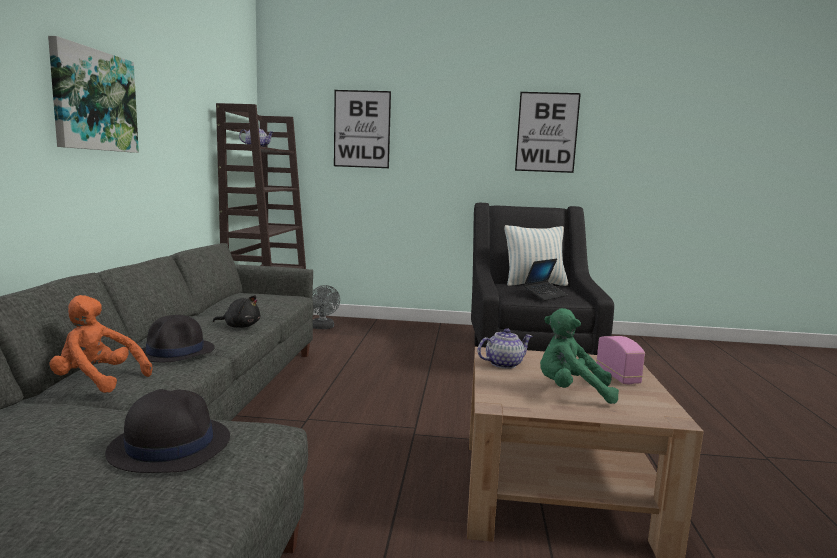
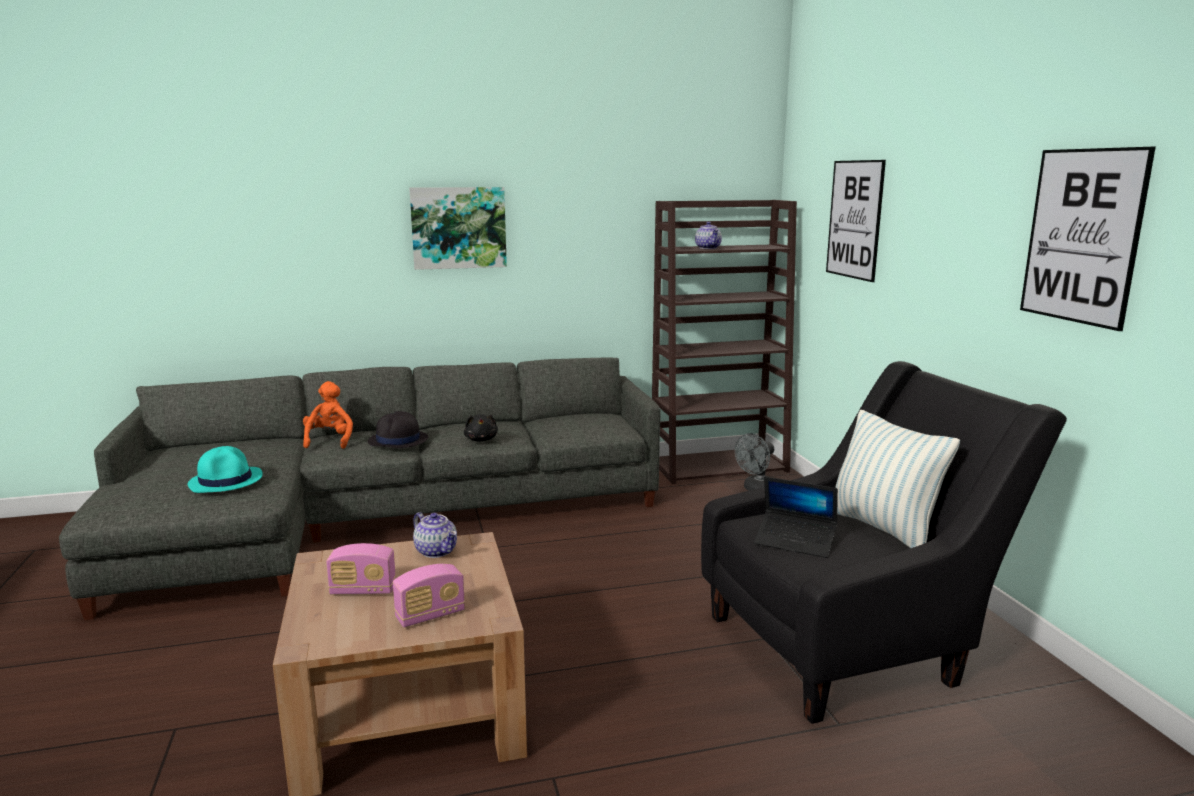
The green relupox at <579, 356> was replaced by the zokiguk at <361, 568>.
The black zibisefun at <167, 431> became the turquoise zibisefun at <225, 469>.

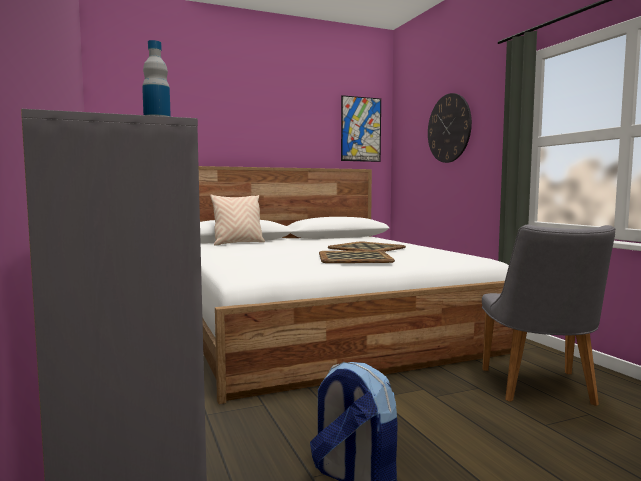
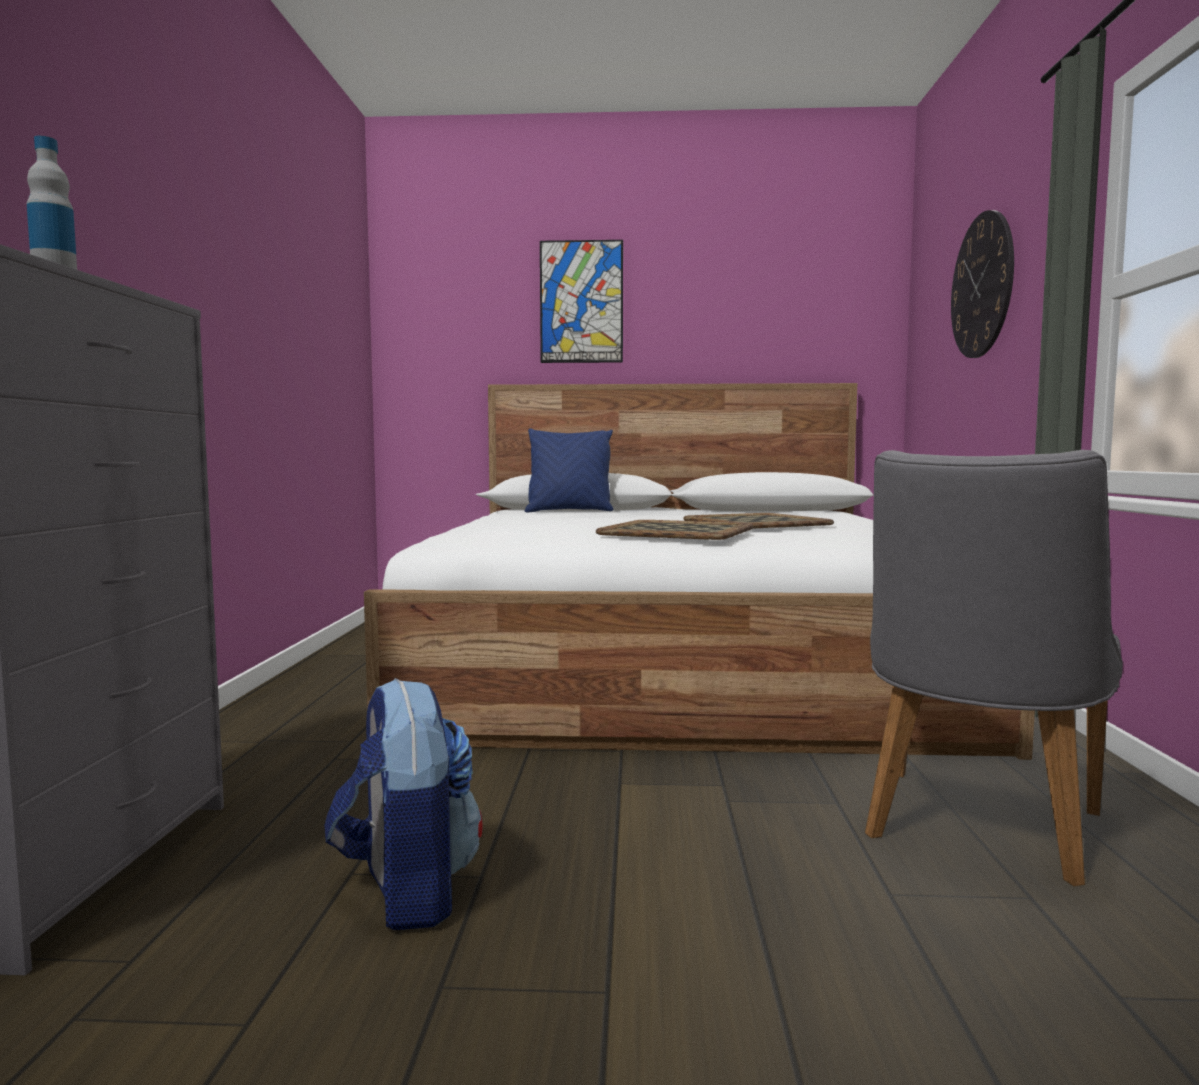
The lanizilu moved from <361, 128> to <581, 301>.
The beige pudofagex at <237, 220> became the blue pudofagex at <569, 470>.

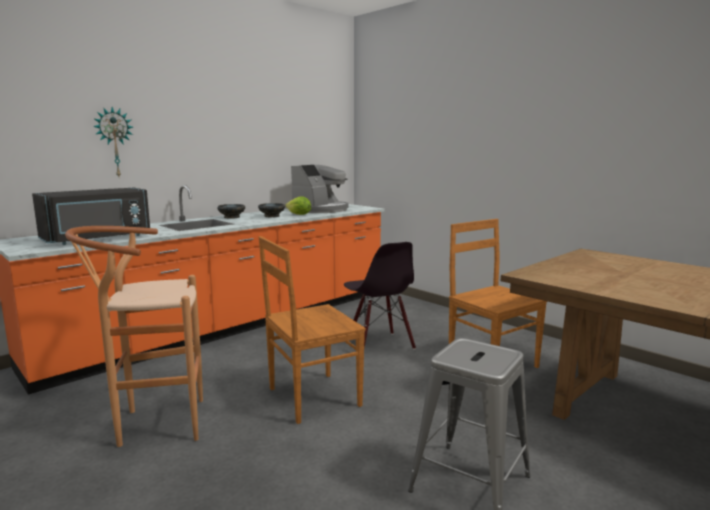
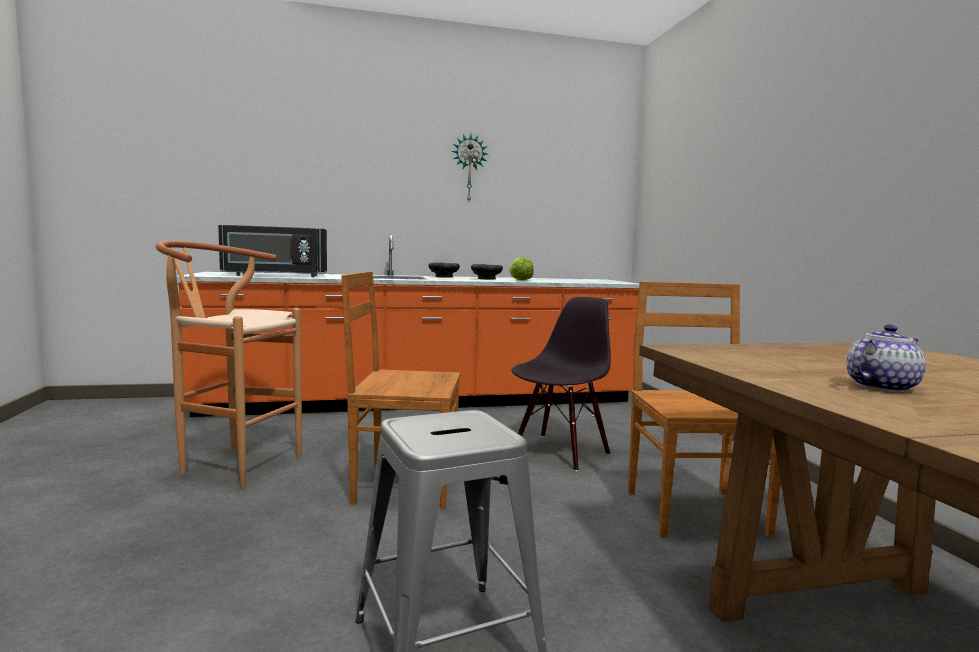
The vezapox moved from <113, 141> to <470, 167>.
The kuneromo at <320, 188> disappeared.
The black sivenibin at <380, 296> turned 150 degrees counterclockwise.
The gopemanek at <886, 358> appeared.

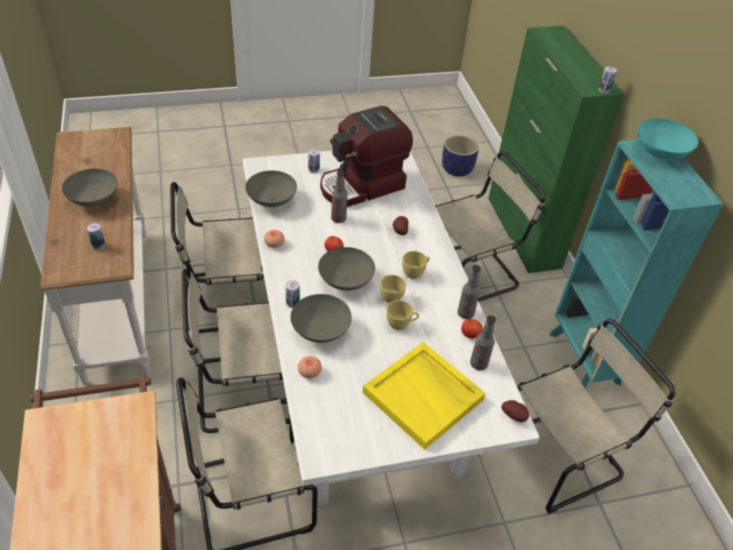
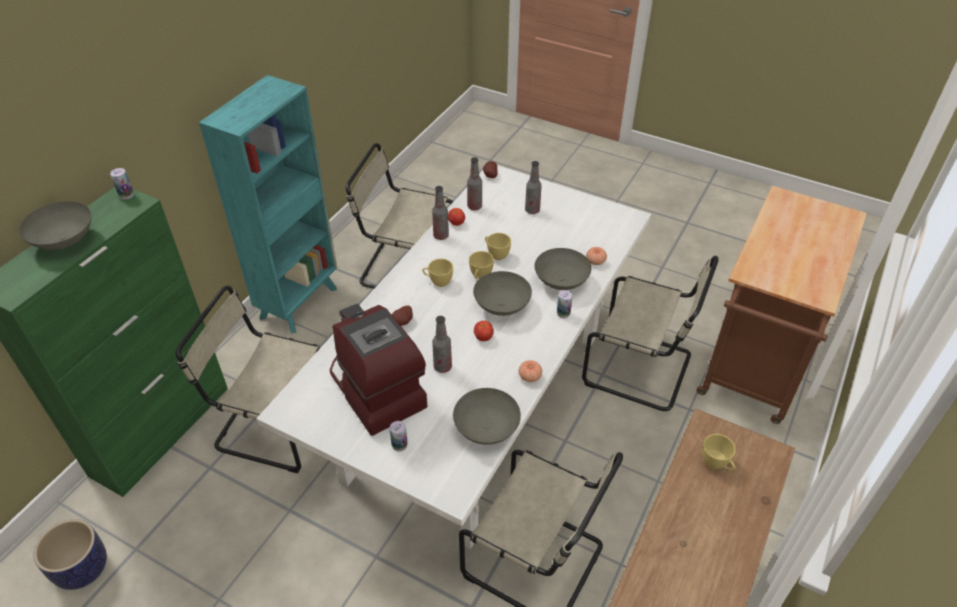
The kuneromo at <366, 156> turned 135 degrees counterclockwise.
The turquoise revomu at <668, 138> disappeared.
The grey revomu moved from <90, 188> to <55, 225>.
The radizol at <96, 237> was replaced by the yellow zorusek at <719, 452>.
The beige sivenibin at <235, 350> disappeared.
The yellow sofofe at <424, 396> was replaced by the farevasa at <533, 187>.

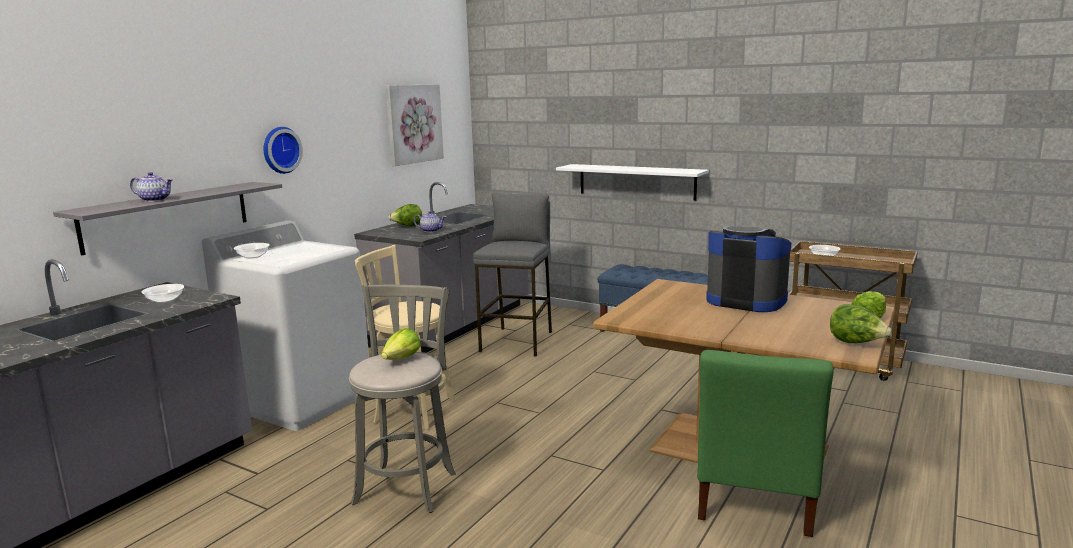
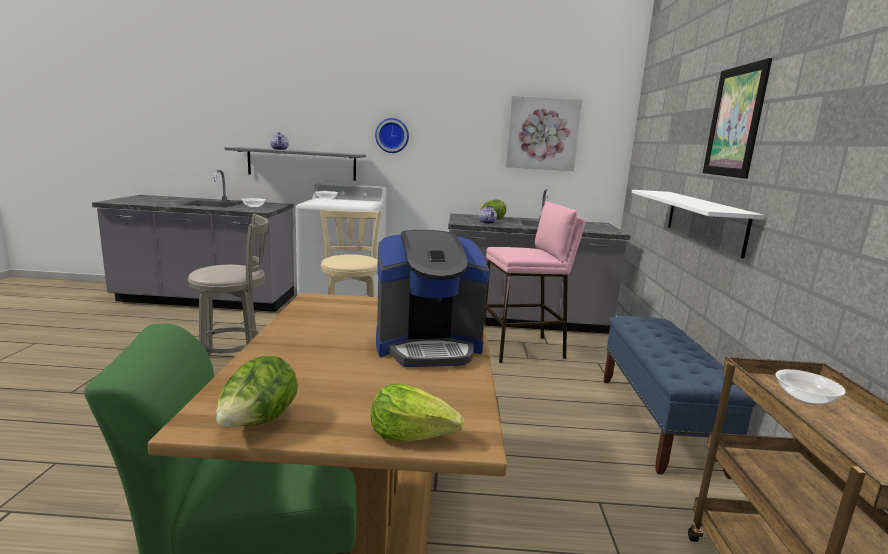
The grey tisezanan at <512, 275> became the pink tisezanan at <535, 282>.
The kuneromo at <748, 269> turned 75 degrees clockwise.
The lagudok at <401, 344> disappeared.
The lanizilu at <737, 118> appeared.

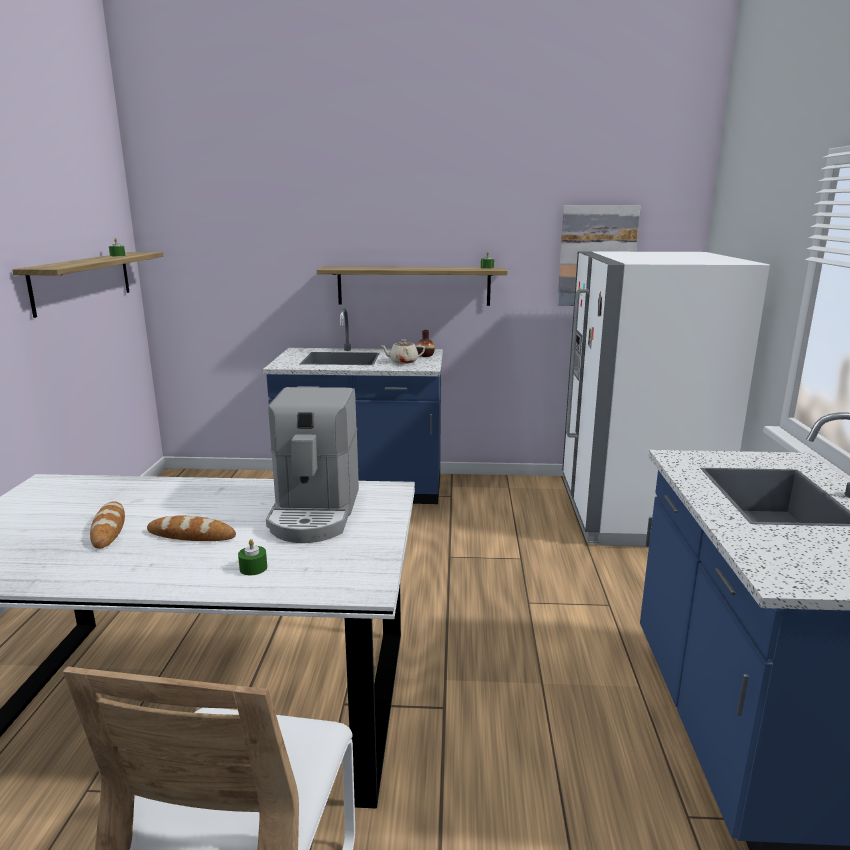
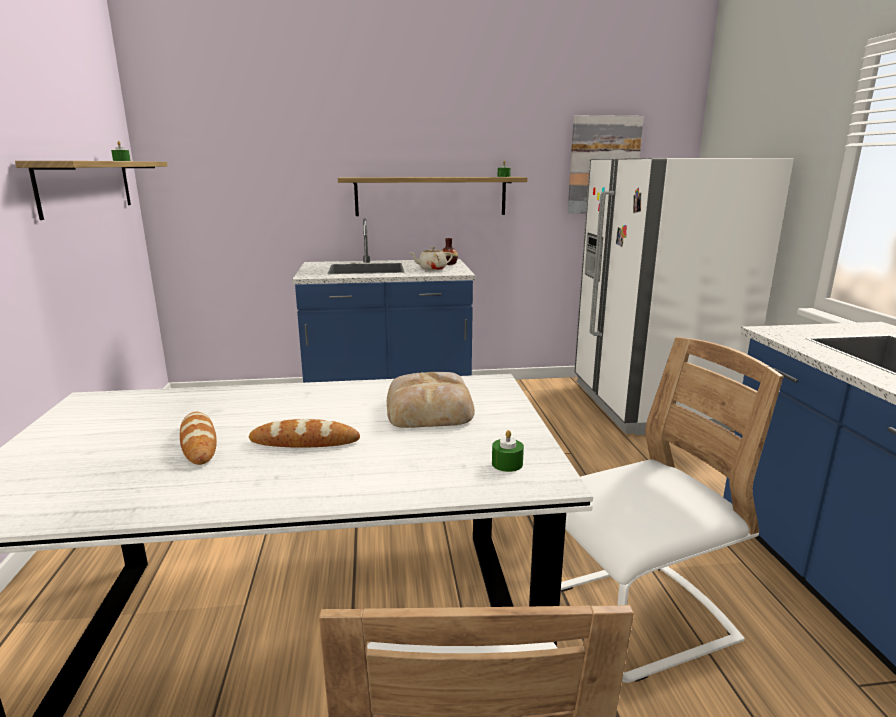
The kuneromo at <312, 465> was replaced by the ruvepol at <431, 400>.
The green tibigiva moved from <252, 557> to <508, 451>.
The white sivenibin at <672, 510> appeared.

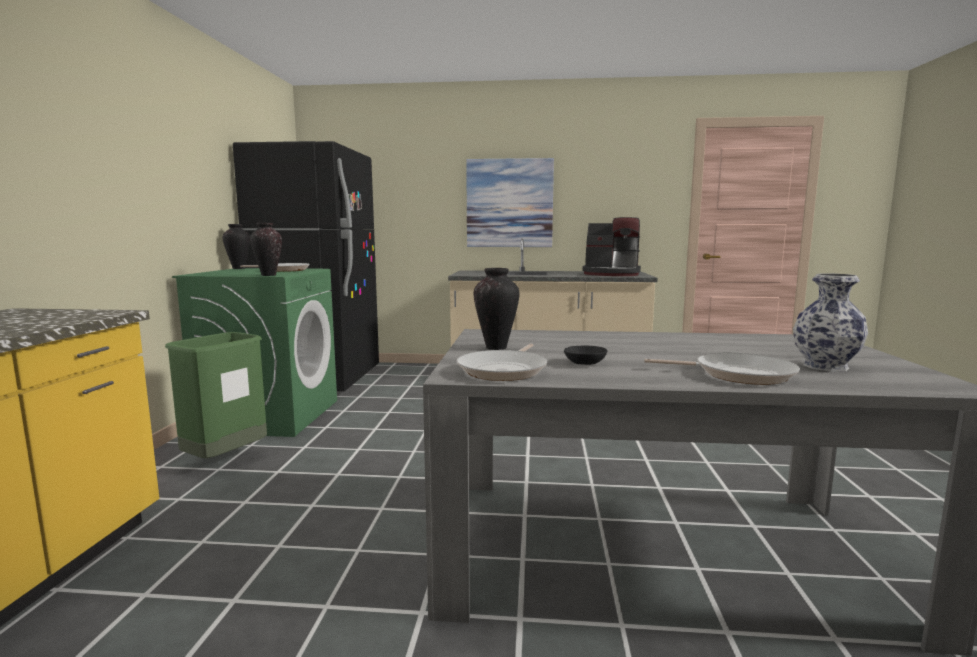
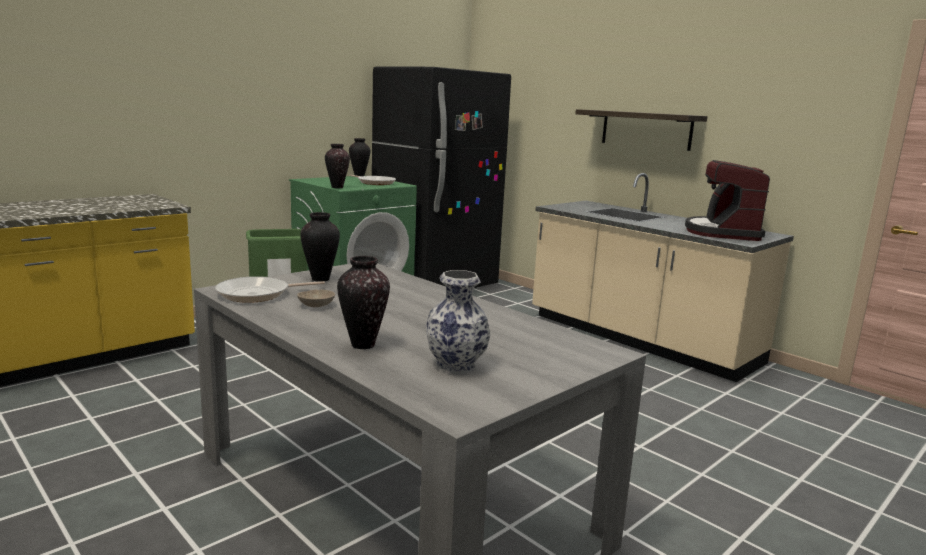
The lanizilu at <510, 202> was replaced by the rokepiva at <641, 130>.
The kuneromo at <611, 246> turned 45 degrees clockwise.
The black revomu at <586, 355> became the beige revomu at <316, 298>.
The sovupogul at <722, 368> was replaced by the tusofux at <363, 302>.

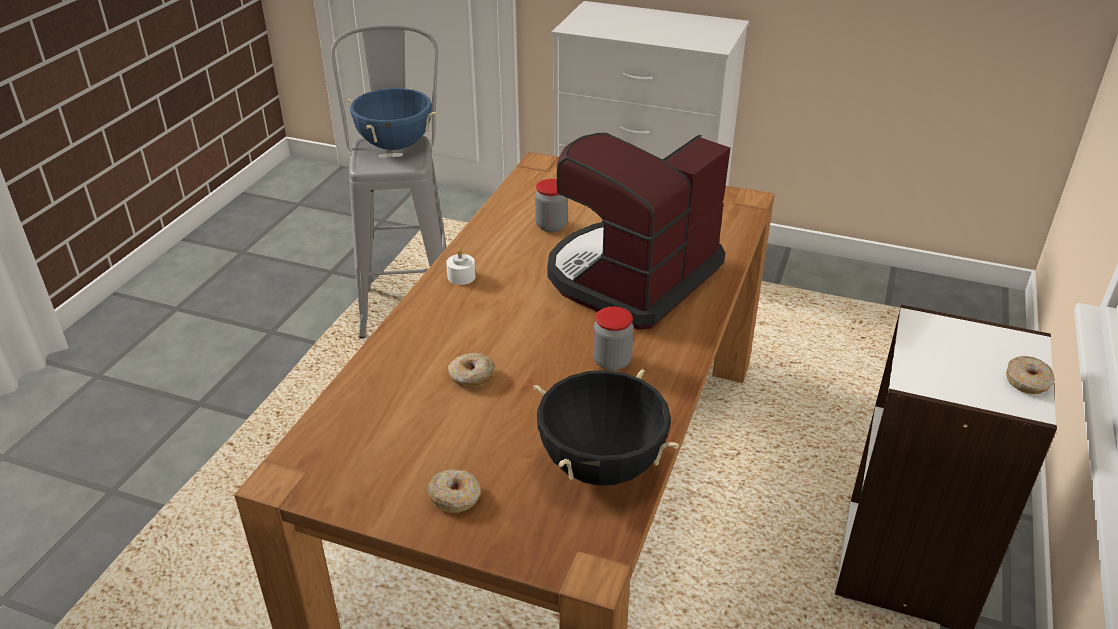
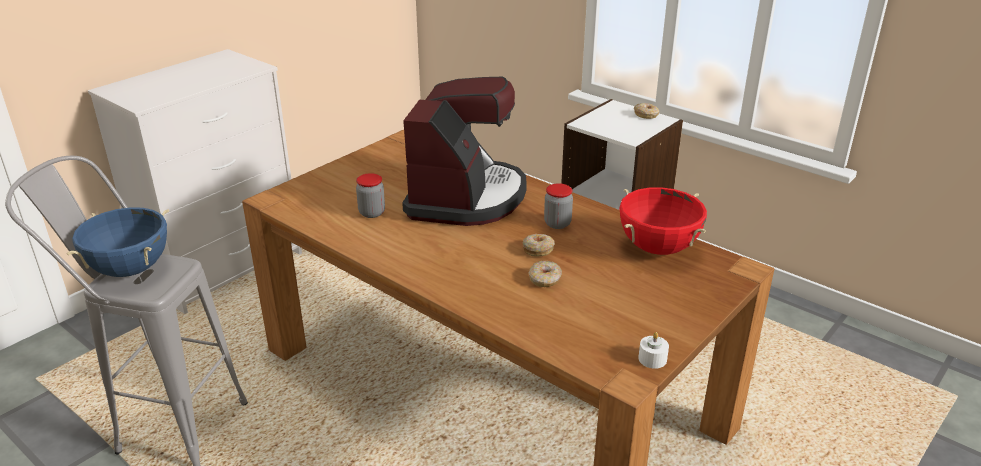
The kuneromo at <638, 231> turned 135 degrees counterclockwise.
The white tibigiva moved from <460, 266> to <653, 350>.
The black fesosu at <606, 427> became the red fesosu at <663, 221>.
The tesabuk moved from <454, 491> to <538, 245>.

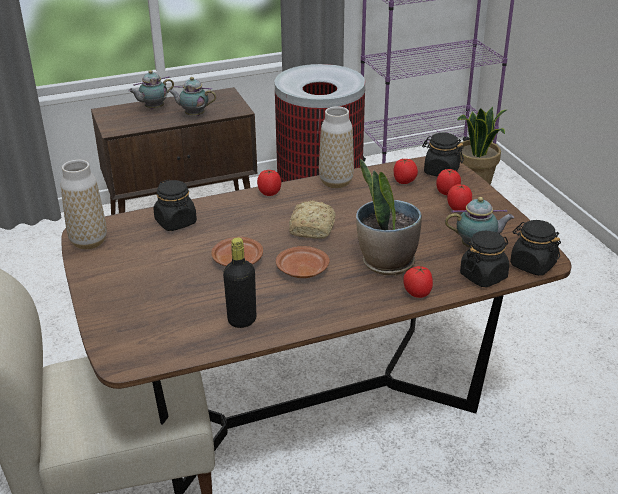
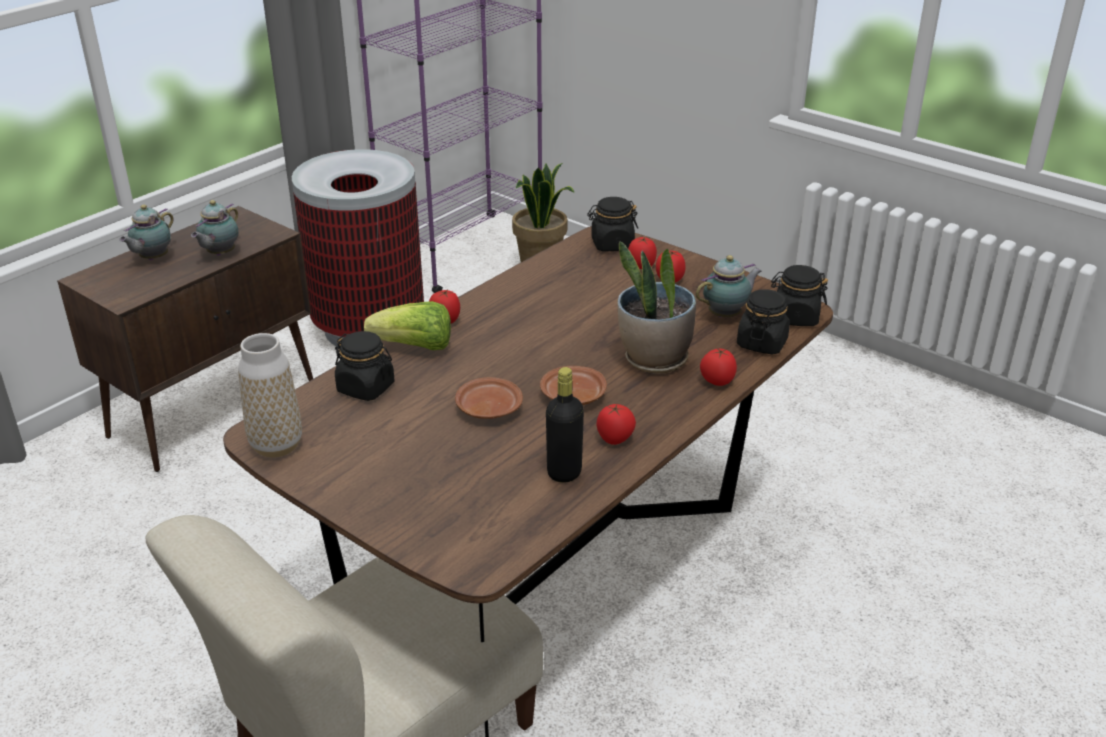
The gopemanek at <192, 96> turned 45 degrees counterclockwise.
The tusofux at <336, 147> disappeared.
The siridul moved from <406, 171> to <616, 424>.
The ruvepol at <312, 220> disappeared.
The lagudok at <407, 325> appeared.

